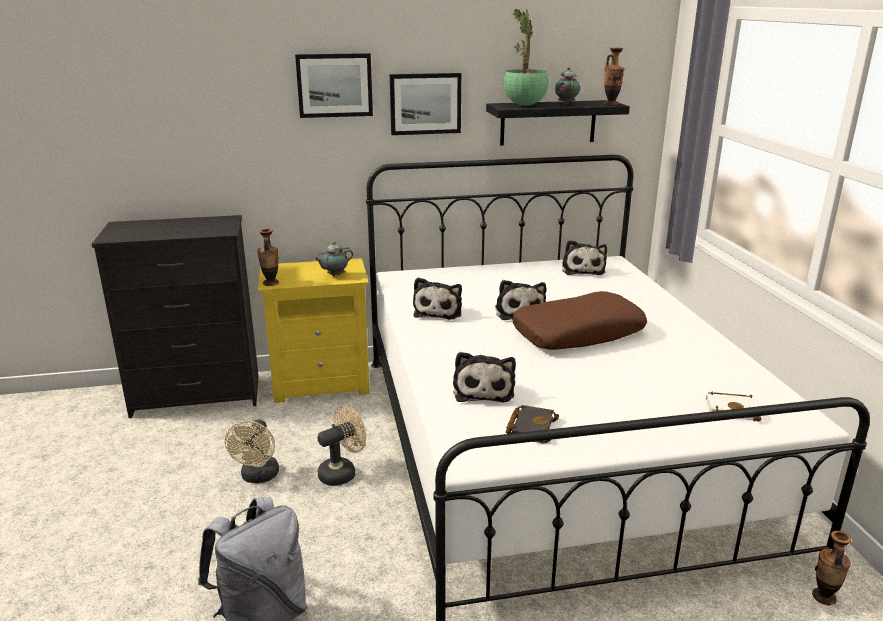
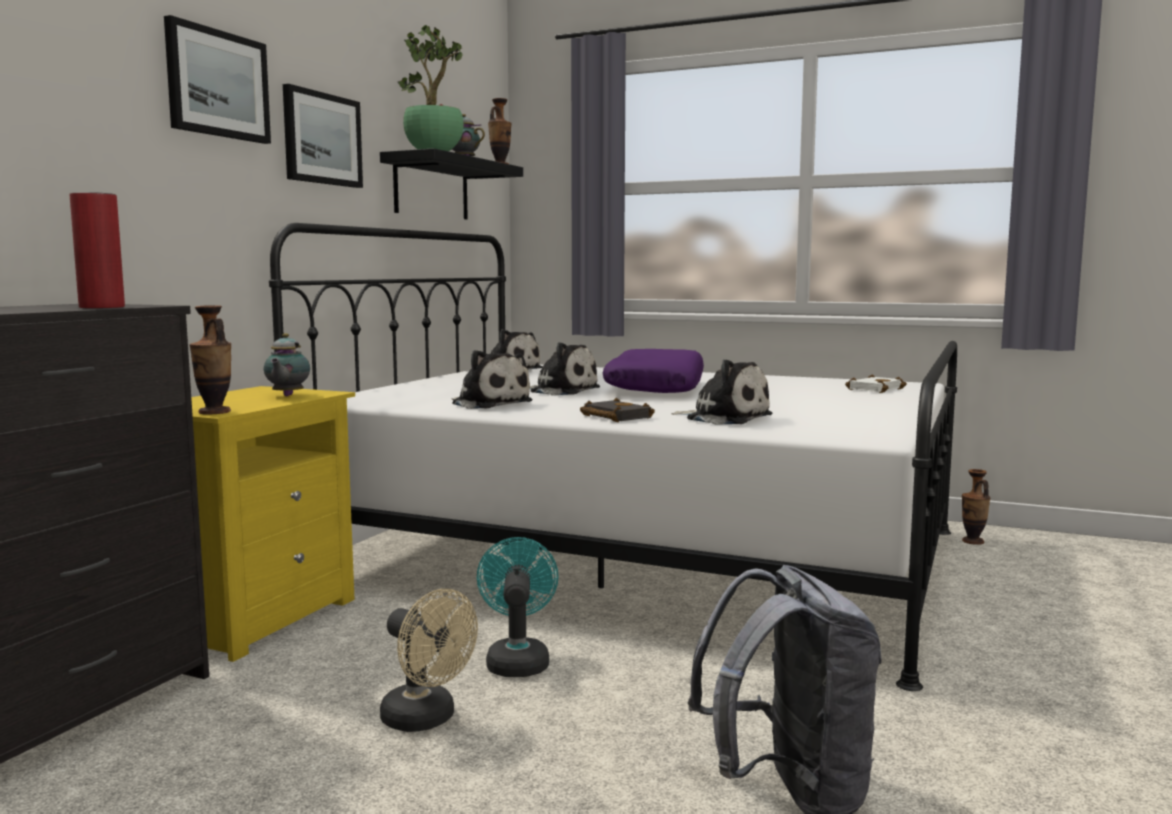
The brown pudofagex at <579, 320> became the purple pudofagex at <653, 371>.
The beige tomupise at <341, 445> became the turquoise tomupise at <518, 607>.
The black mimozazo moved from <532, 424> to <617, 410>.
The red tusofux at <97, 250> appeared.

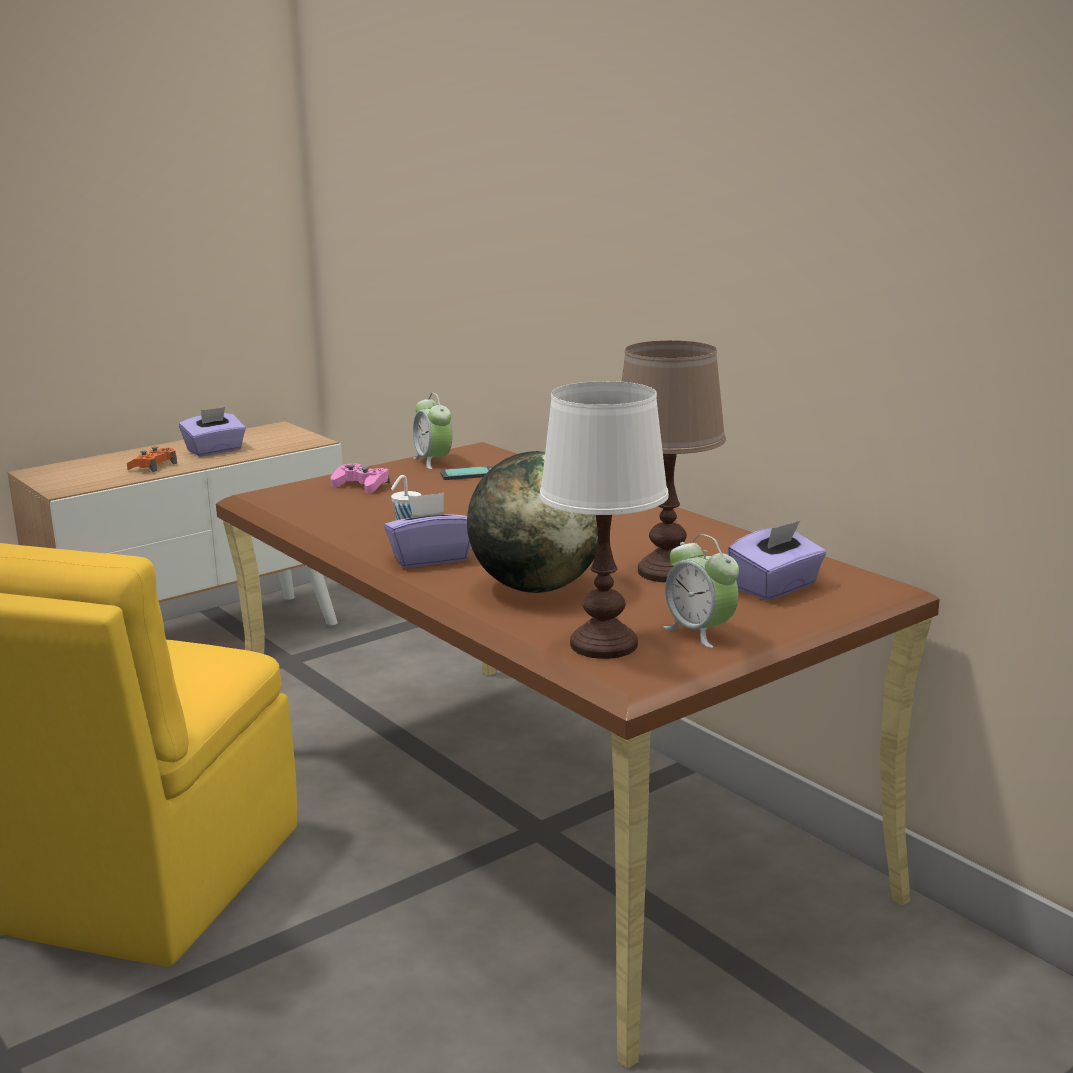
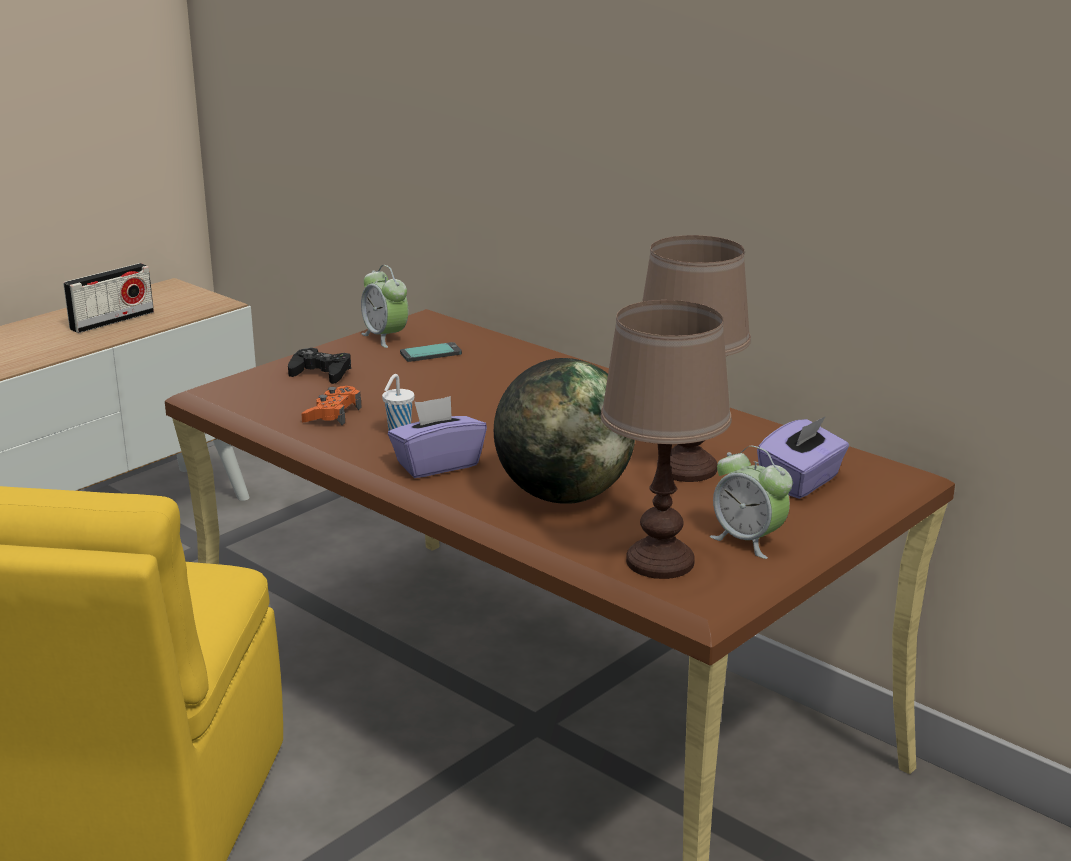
The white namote at <604, 520> became the brown namote at <666, 439>.
The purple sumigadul at <212, 431> was replaced by the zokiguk at <108, 298>.
The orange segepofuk moved from <152, 459> to <331, 405>.
The pink segepofuk at <360, 478> became the black segepofuk at <319, 366>.

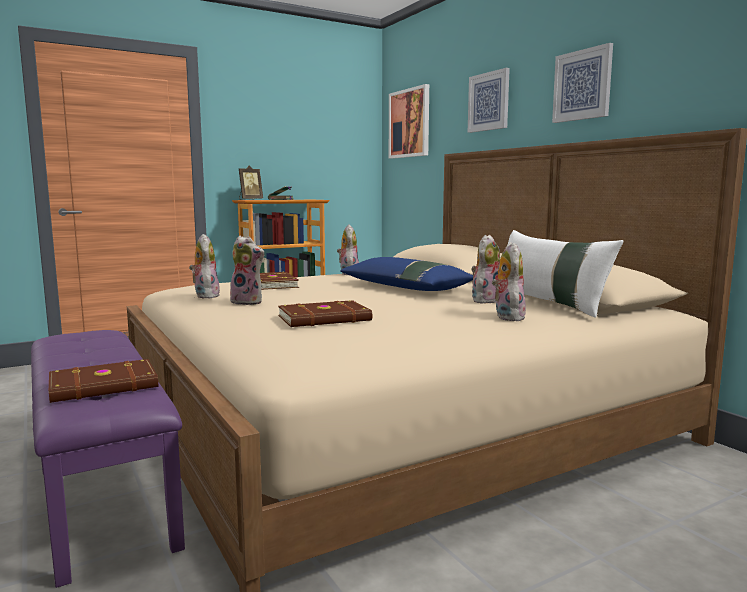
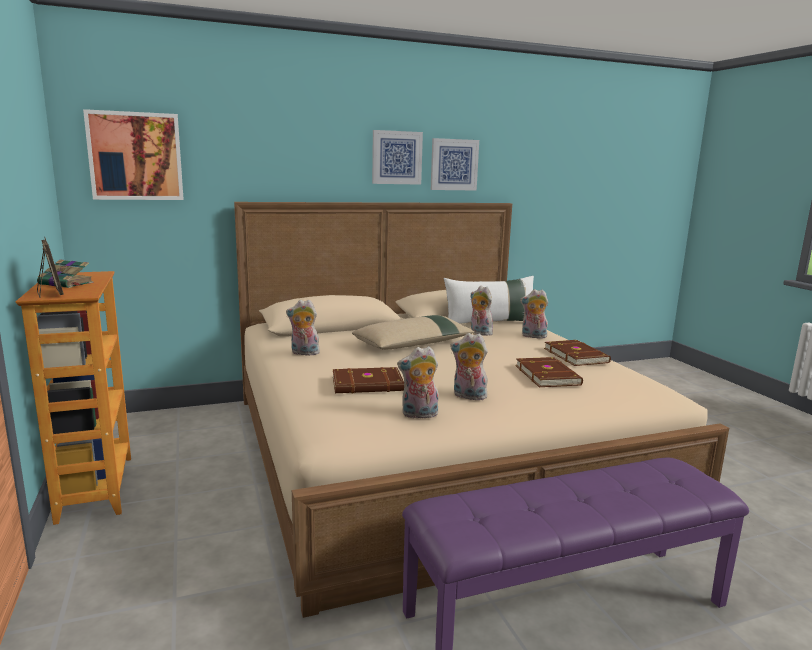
The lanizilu moved from <489, 100> to <455, 164>.
The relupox at <245, 270> turned 105 degrees counterclockwise.
The blue pudofagex at <406, 274> became the beige pudofagex at <413, 332>.
The brown mimozazo moved from <103, 381> to <577, 353>.

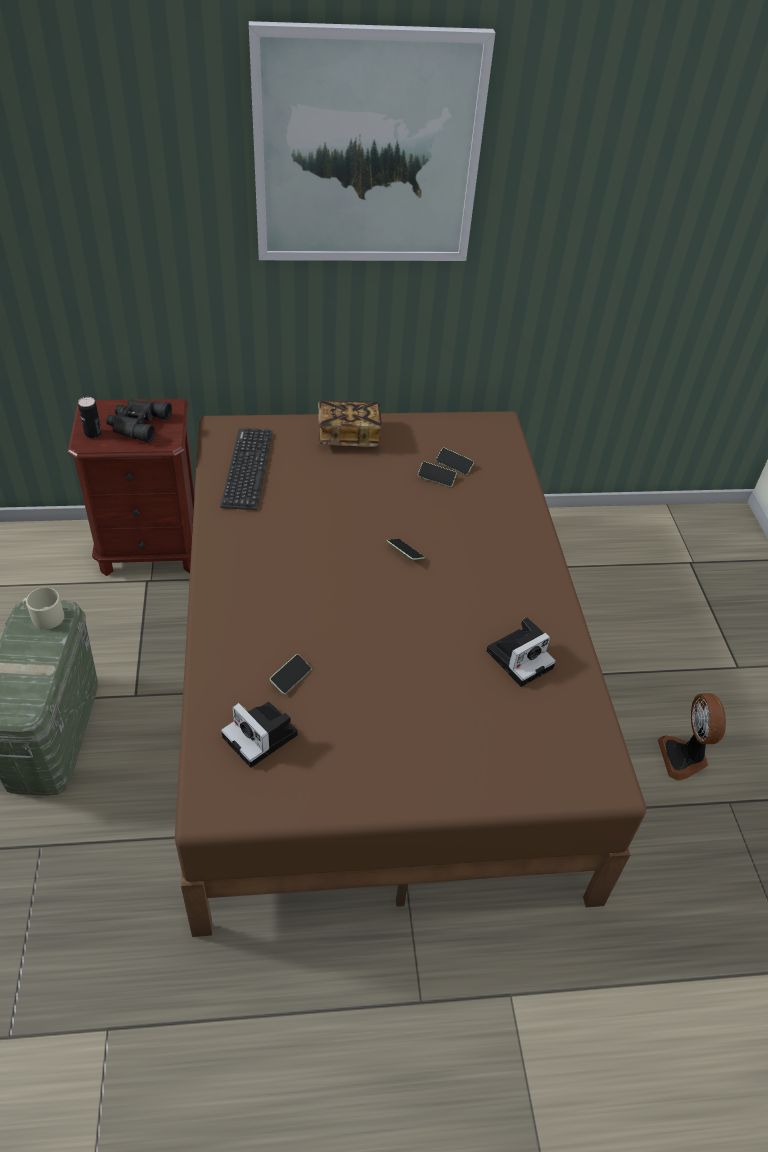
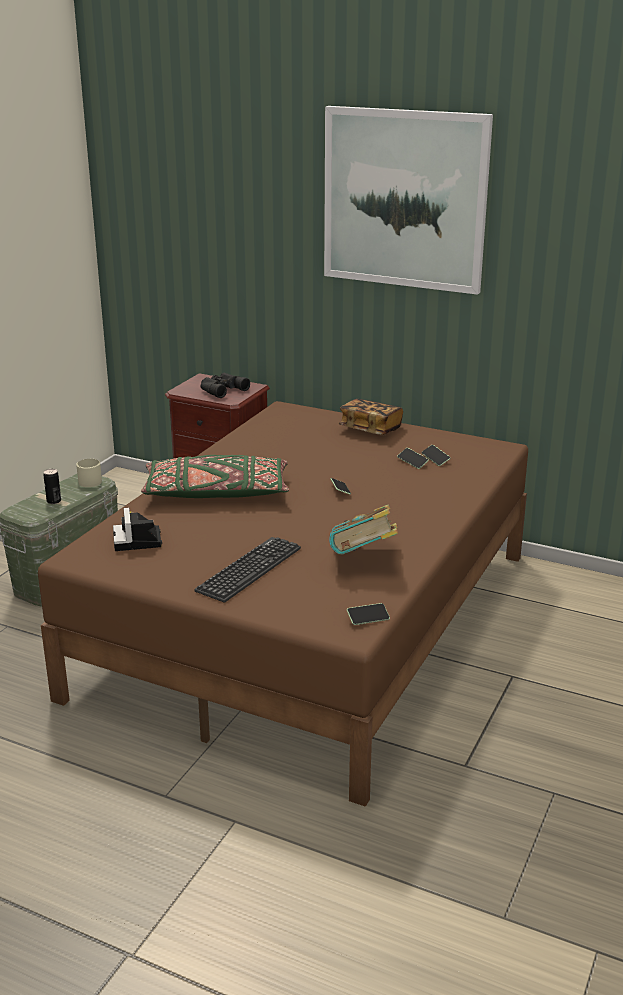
The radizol moved from <90, 417> to <52, 486>.
The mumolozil moved from <246, 469> to <247, 569>.
The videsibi at <521, 652> was replaced by the mimozazo at <363, 529>.
The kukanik moved from <290, 674> to <368, 614>.
The tomupise at <692, 736> disappeared.
The green pudofagex at <215, 476> appeared.

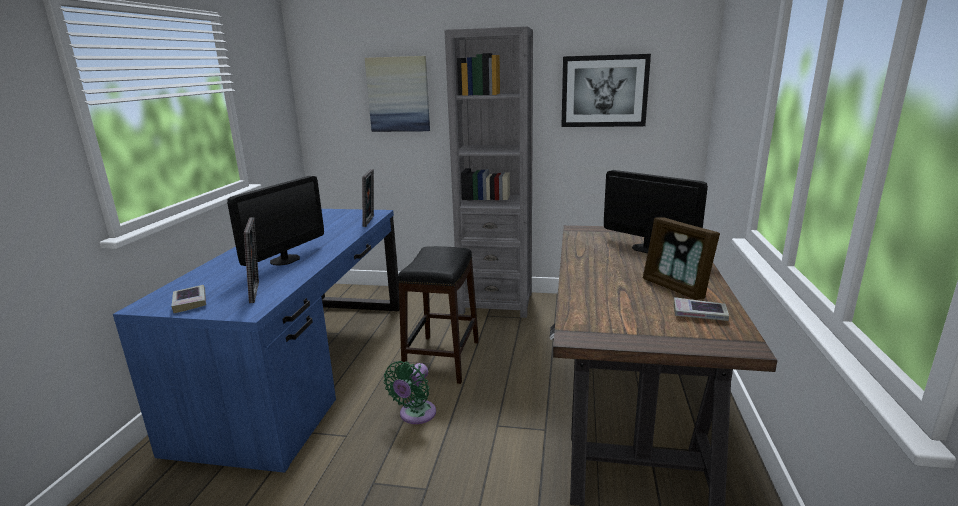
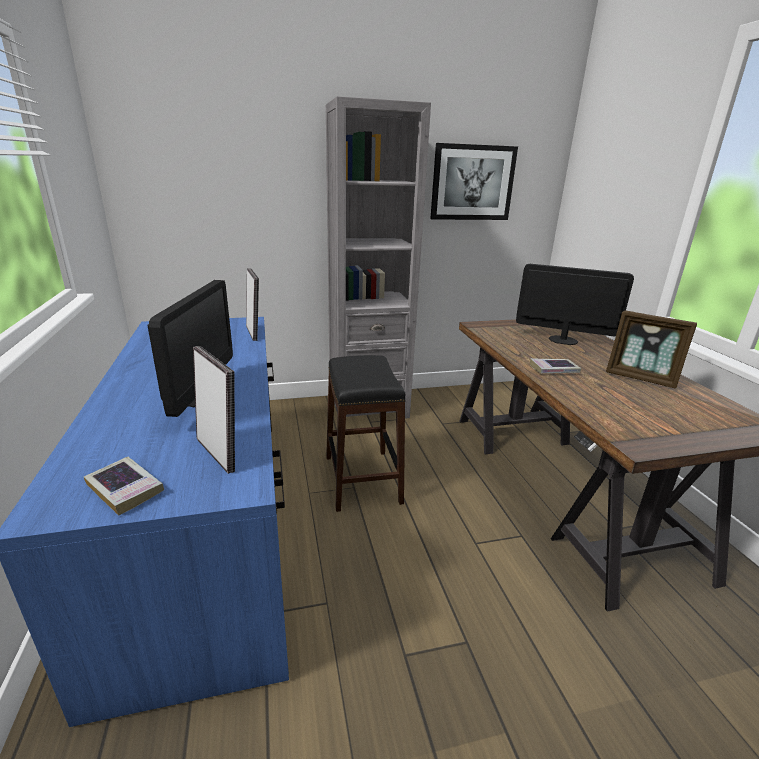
The lanizilu at <397, 94> disappeared.
The mimozazo moved from <701, 309> to <555, 365>.
The green tomupise at <410, 392> disappeared.

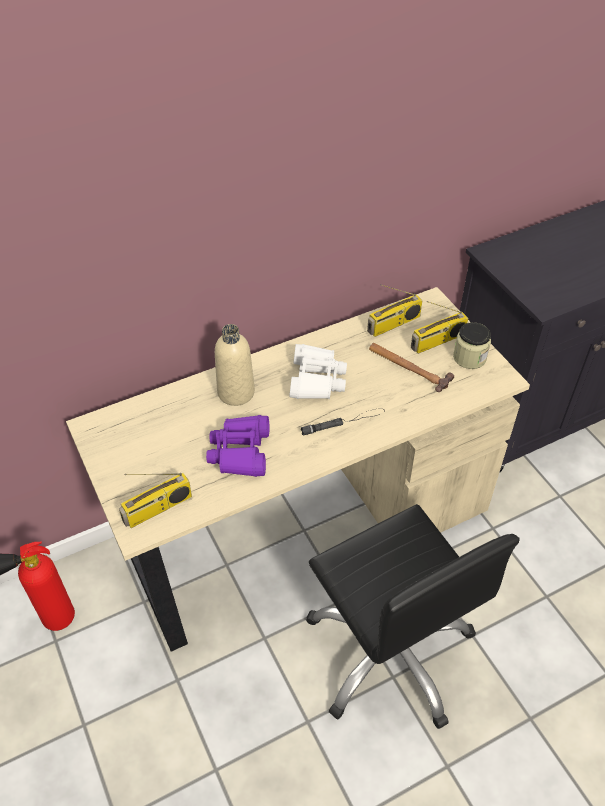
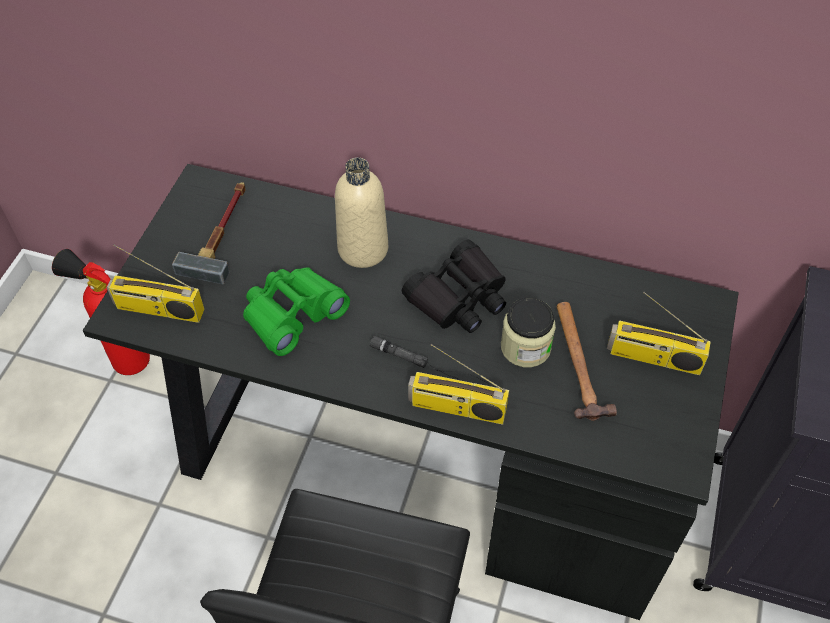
The zokiguk moved from <395, 311> to <458, 384>.
The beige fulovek at <298, 469> became the black fulovek at <411, 392>.
The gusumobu moved from <472, 345> to <528, 332>.
The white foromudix at <318, 371> became the black foromudix at <454, 286>.
The purple foromudix at <237, 446> became the green foromudix at <296, 311>.
The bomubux at <209, 233> appeared.

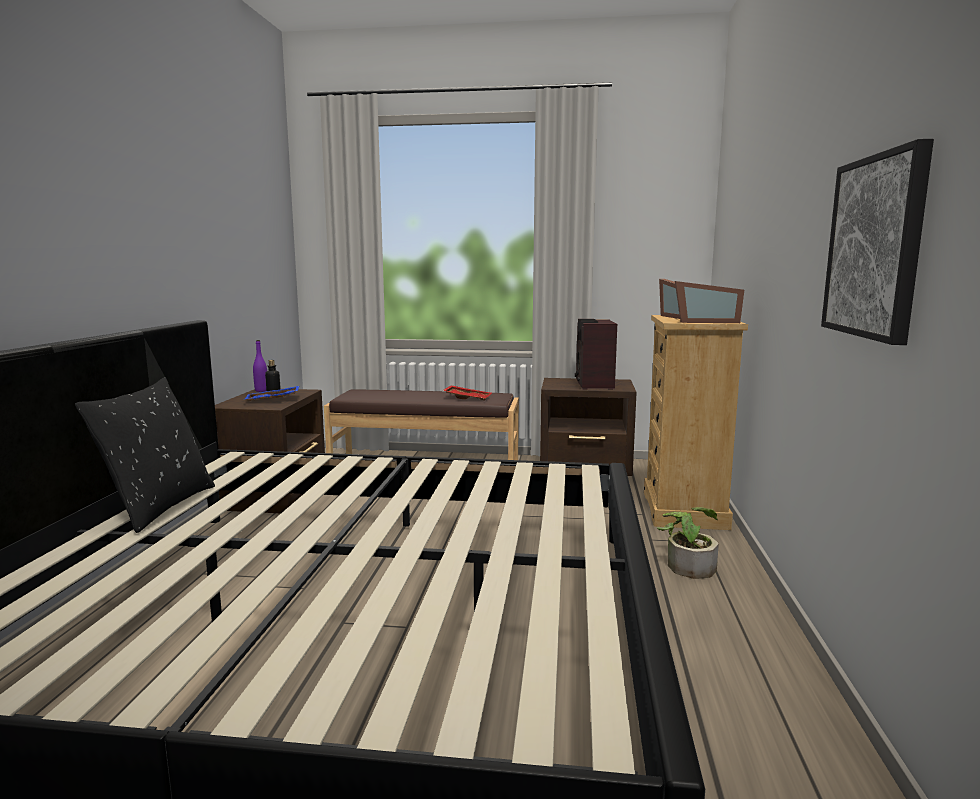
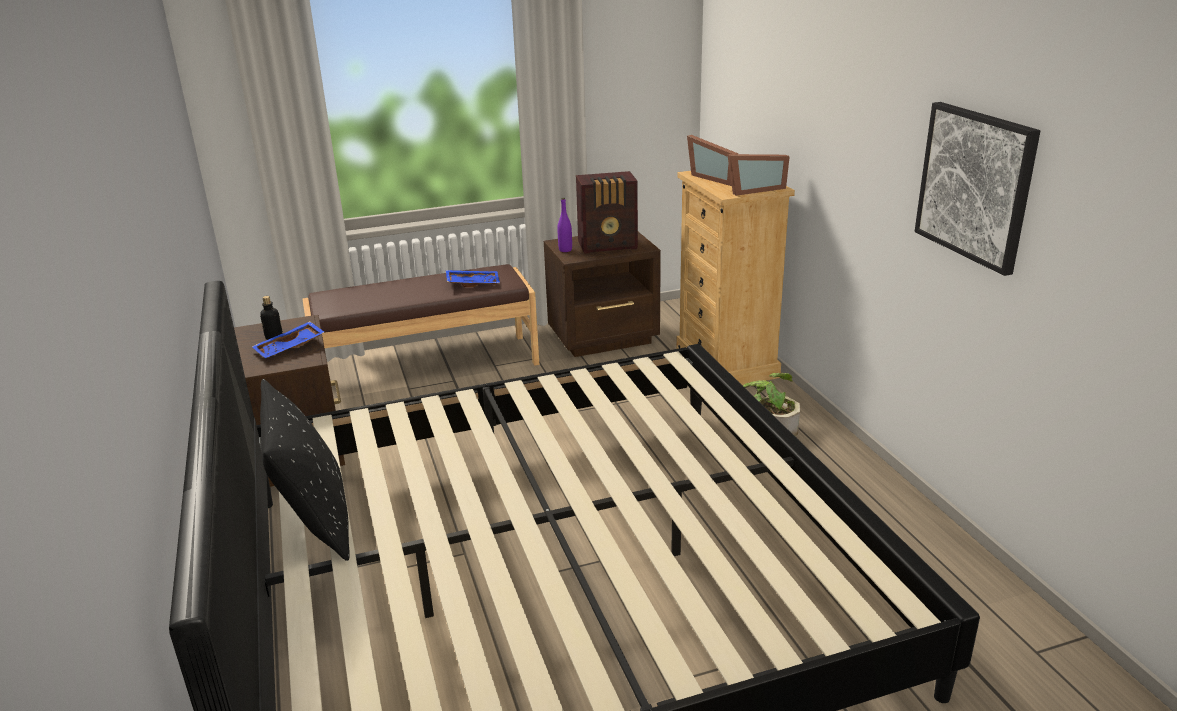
The zokiguk at <596, 354> turned 75 degrees counterclockwise.
The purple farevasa moved from <260, 366> to <564, 225>.
The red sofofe at <467, 393> became the blue sofofe at <473, 278>.

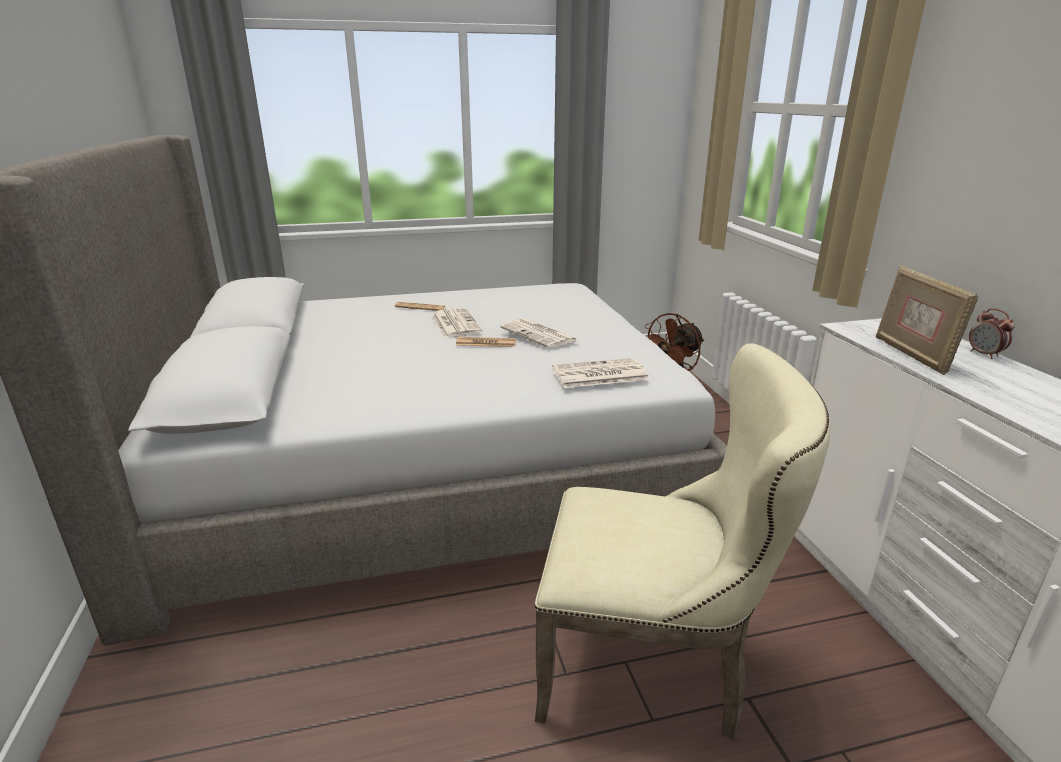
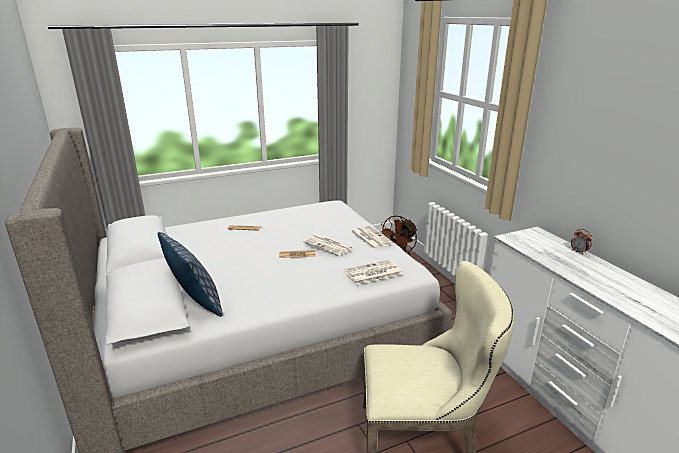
The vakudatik at <927, 320> disappeared.
The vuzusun moved from <457, 323> to <372, 237>.
The pudofagex at <190, 274> appeared.

